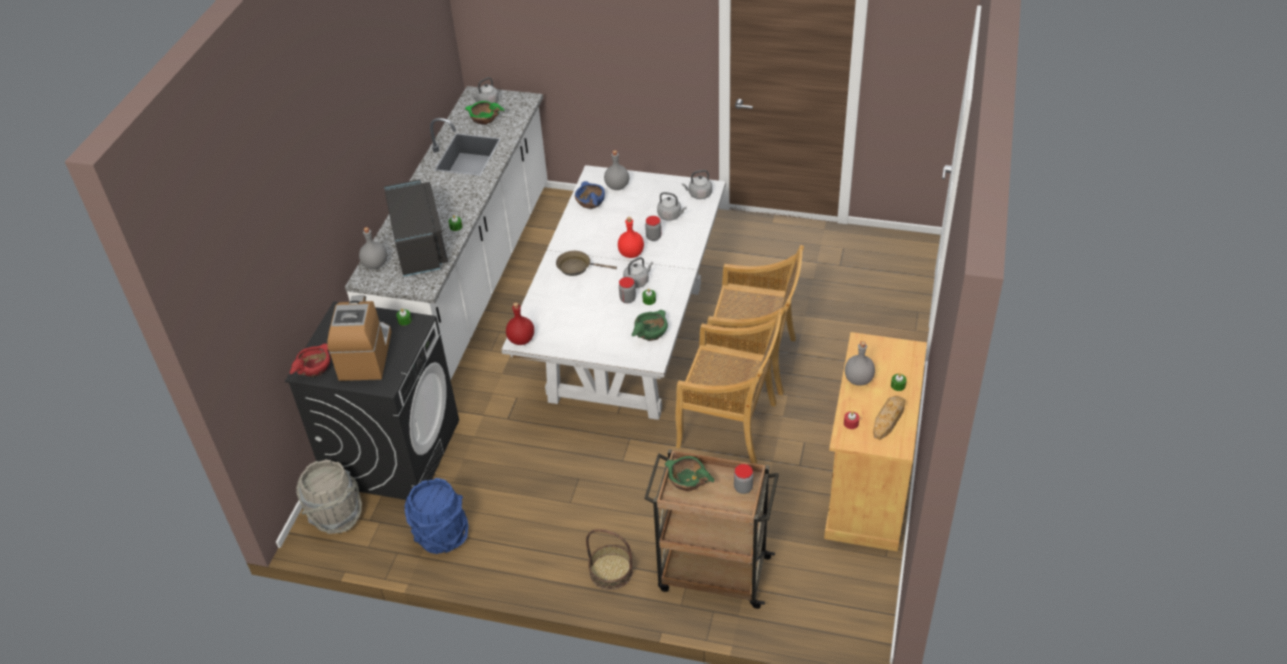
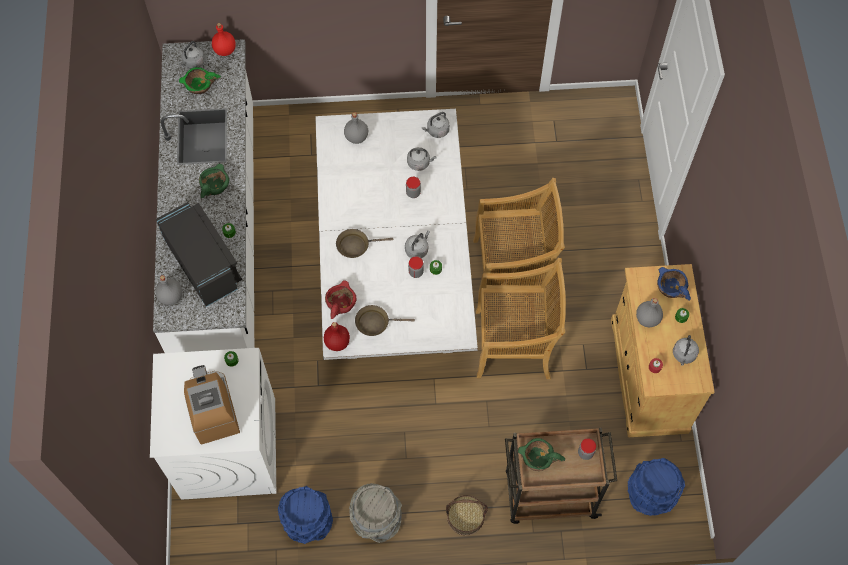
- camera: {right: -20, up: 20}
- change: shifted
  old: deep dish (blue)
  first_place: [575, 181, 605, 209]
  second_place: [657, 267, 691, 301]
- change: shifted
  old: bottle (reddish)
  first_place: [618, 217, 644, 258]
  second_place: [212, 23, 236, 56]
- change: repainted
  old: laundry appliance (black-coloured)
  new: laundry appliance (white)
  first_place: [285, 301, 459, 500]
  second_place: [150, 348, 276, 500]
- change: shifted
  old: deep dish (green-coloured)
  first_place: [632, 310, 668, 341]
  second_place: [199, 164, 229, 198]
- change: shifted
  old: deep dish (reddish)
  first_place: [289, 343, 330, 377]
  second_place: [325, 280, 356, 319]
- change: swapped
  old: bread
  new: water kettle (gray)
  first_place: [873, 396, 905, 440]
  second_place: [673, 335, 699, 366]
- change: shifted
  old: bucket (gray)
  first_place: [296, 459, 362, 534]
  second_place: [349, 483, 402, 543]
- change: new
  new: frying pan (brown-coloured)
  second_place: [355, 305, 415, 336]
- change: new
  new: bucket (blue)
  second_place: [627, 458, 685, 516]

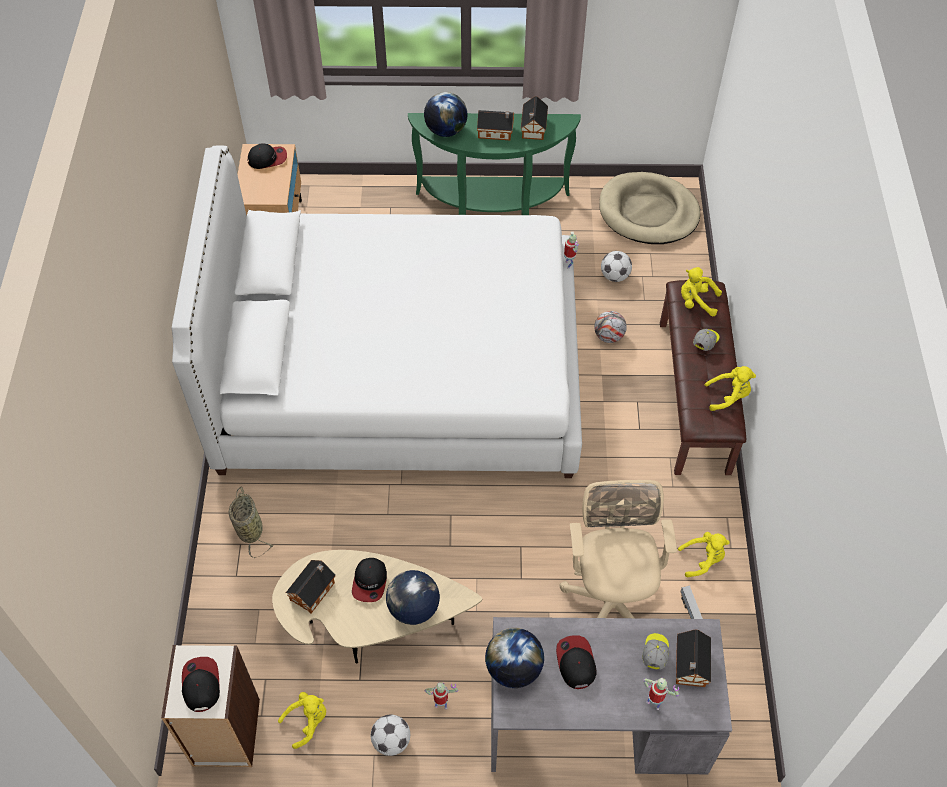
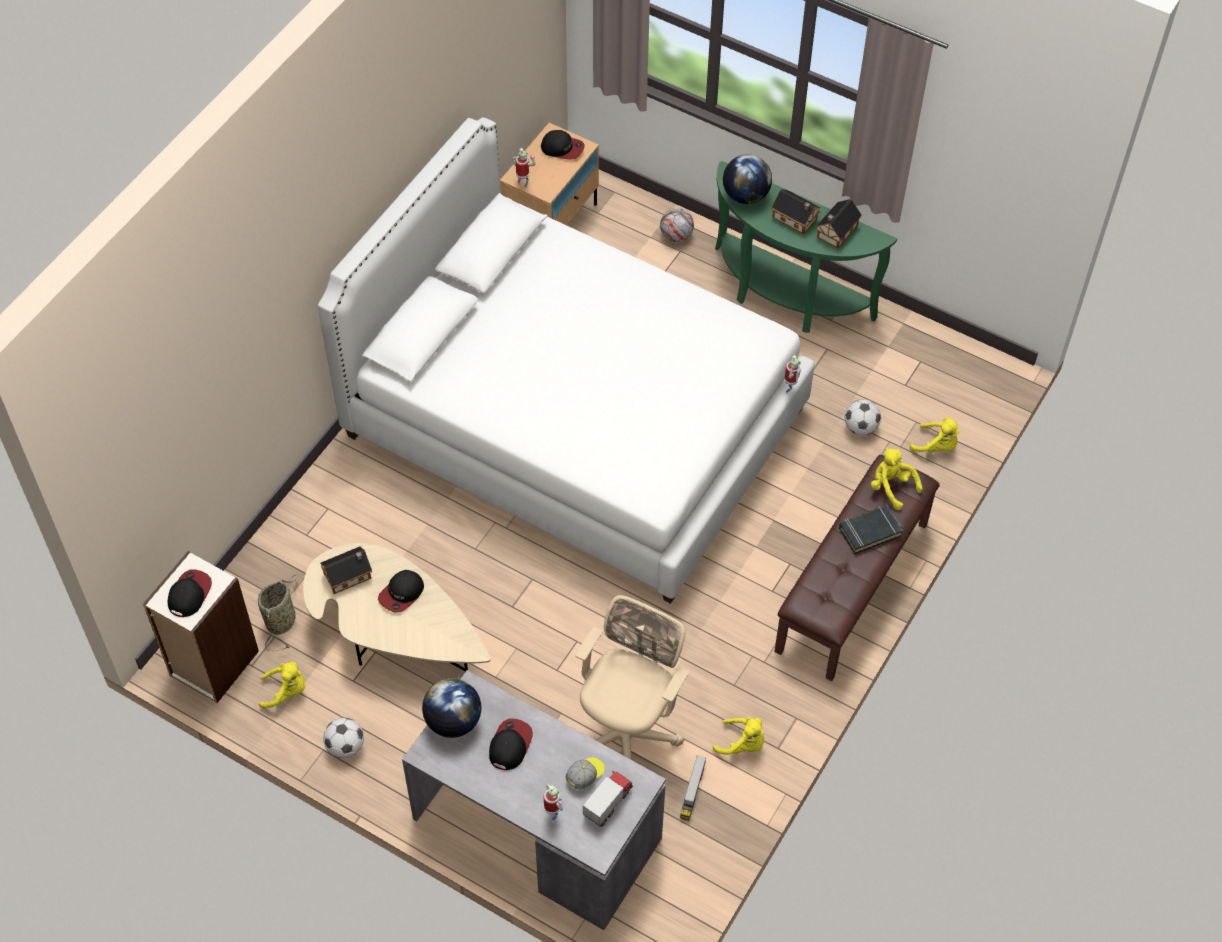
- camera: {right: 30, up: 0}
- change: gone
  old: dog cushion (beige-coloured)
  first_place: [599, 172, 700, 244]
- change: shifted
  old: ball for football
  first_place: [594, 311, 627, 343]
  second_place: [660, 208, 694, 242]
- change: swapped
  old: cap
  new: book (black-coloured)
  first_place: [693, 329, 720, 351]
  second_place: [839, 505, 903, 554]
- change: shifted
  old: cuddly toy (yellowish)
  first_place: [705, 366, 756, 411]
  second_place: [910, 417, 959, 452]
- change: shifted
  old: household basket
  first_place: [229, 487, 274, 558]
  second_place: [258, 574, 298, 651]
- change: gone
  old: desk globe
  first_place: [386, 570, 440, 625]
- change: swapped
  old: model house
  new: toy lorry
  first_place: [676, 629, 711, 687]
  second_place: [583, 771, 633, 827]
- change: shifted
  old: model robot
  first_place: [425, 682, 458, 709]
  second_place: [512, 148, 536, 189]

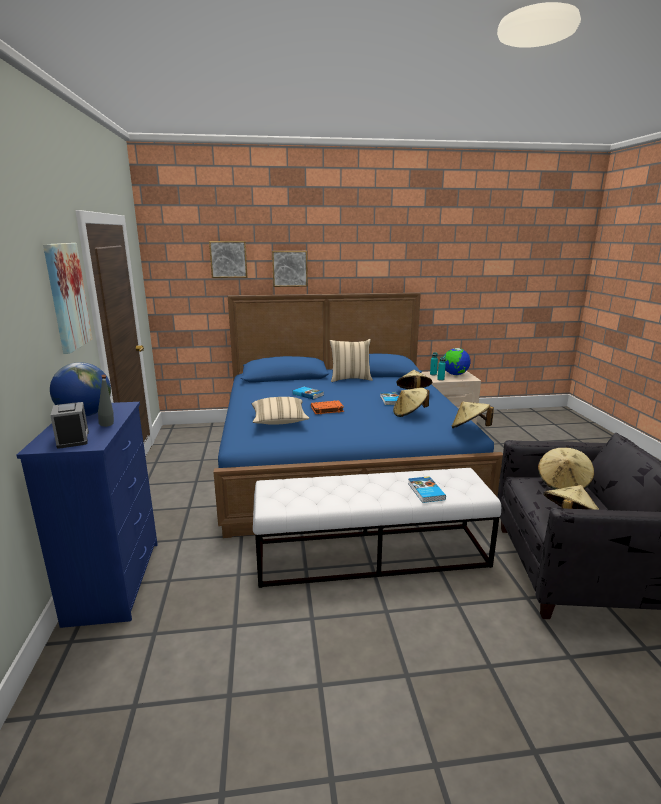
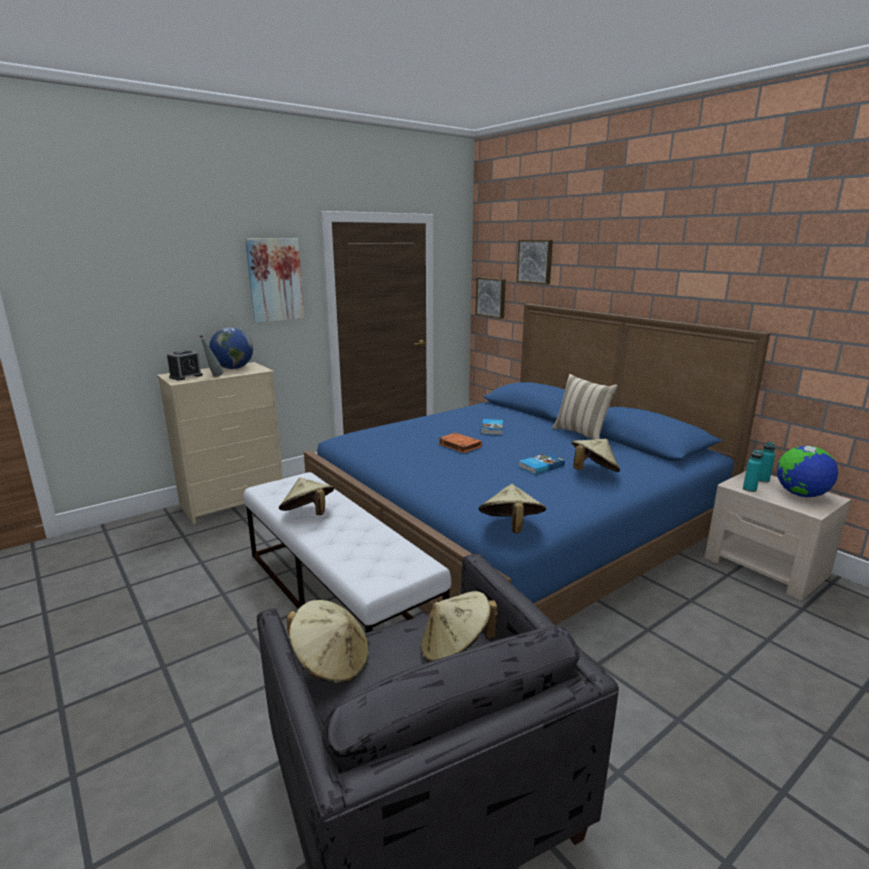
- camera: {right: 60, up: 0}
- change: shifted
  old: picture
  first_place: [272, 251, 308, 287]
  second_place: [476, 277, 506, 319]
- change: shifted
  old: wearable hat (beige-coloured)
  first_place: [393, 388, 429, 417]
  second_place: [279, 478, 334, 515]
- change: gone
  old: pillow (beige-coloured)
  first_place: [252, 397, 310, 425]
- change: repainted
  old: chest of drawers (blue)
  new: chest of drawers (beige-coloured)
  first_place: [17, 402, 158, 628]
  second_place: [157, 362, 283, 524]
- change: gone
  old: book
  first_place: [408, 476, 446, 503]

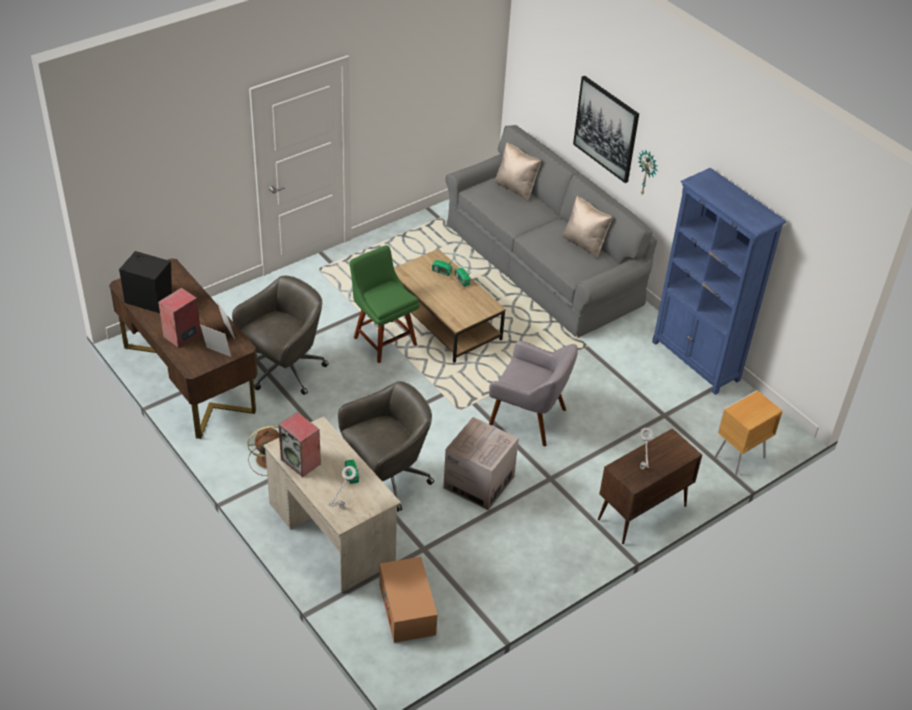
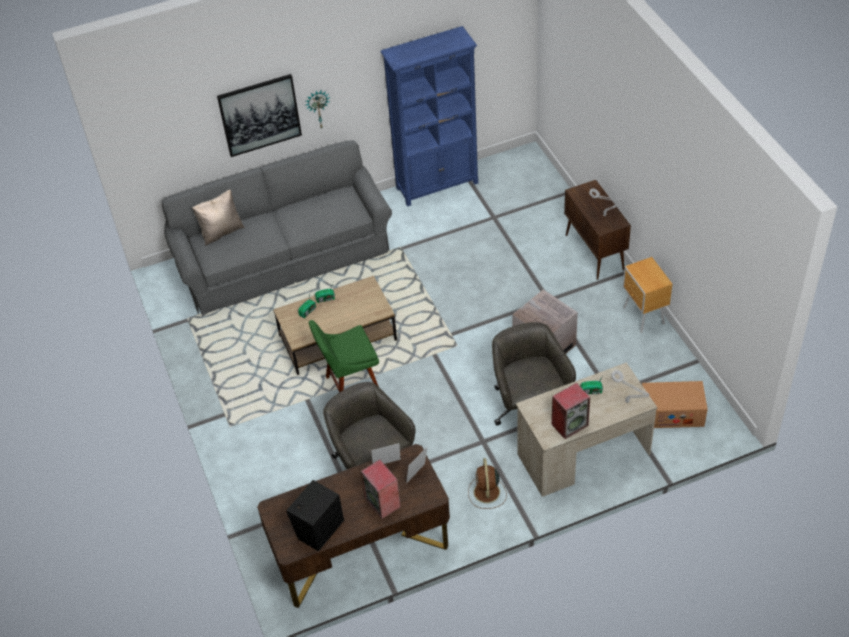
- camera: {right: -70, up: 5}
- change: gone
  old: pillow (beige-coloured)
  first_place: [562, 196, 612, 259]
- change: gone
  old: easy chair (gray)
  first_place: [489, 341, 578, 446]
- change: shifted
  old: night table (brown-coloured)
  first_place: [714, 390, 783, 476]
  second_place: [623, 257, 673, 333]

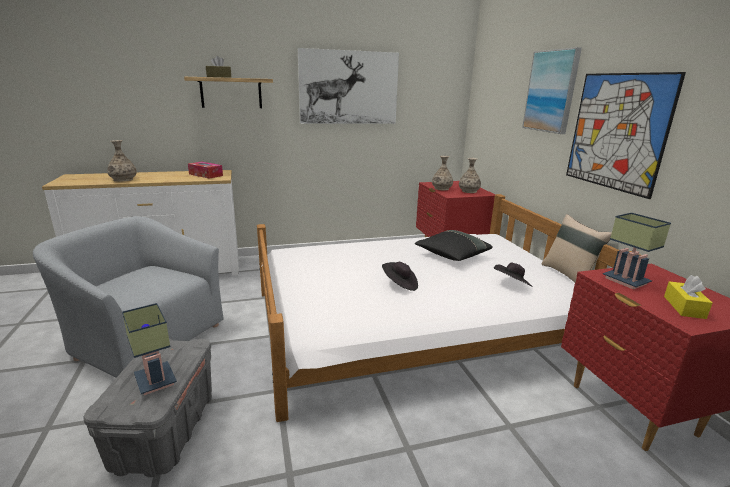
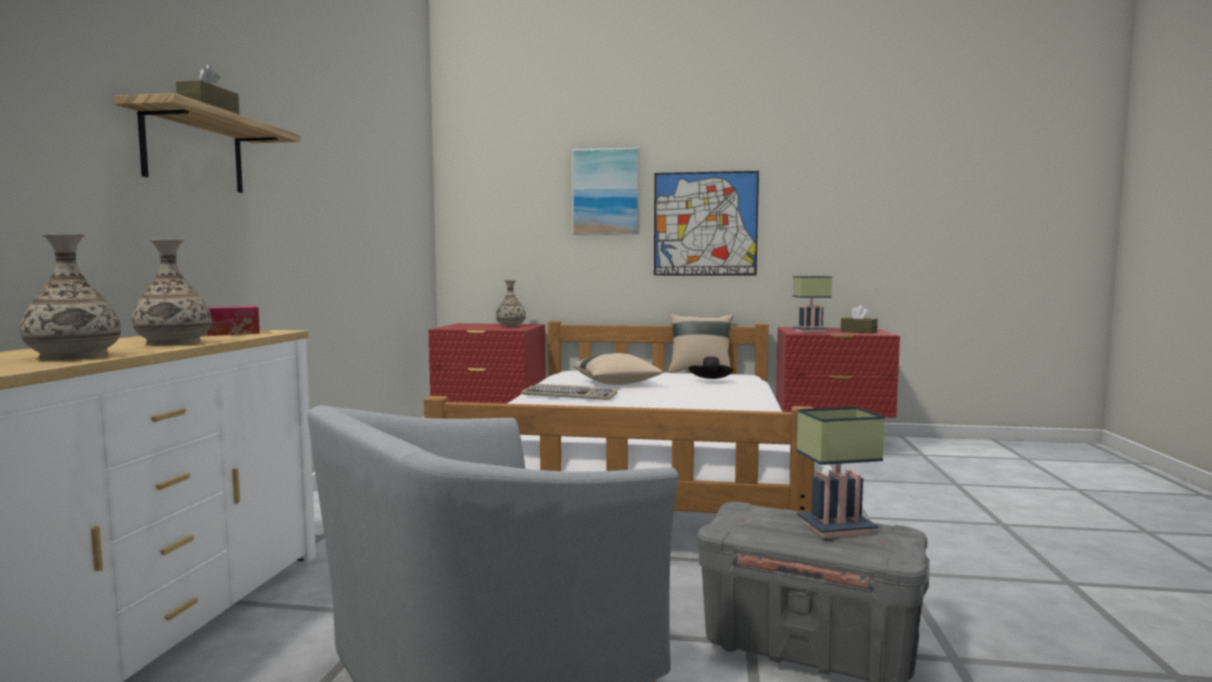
- camera: {right: -65, up: -15}
- change: gone
  old: picture
  first_place: [298, 48, 399, 124]
- change: shifted
  old: flower vase
  first_place: [432, 156, 453, 190]
  second_place: [132, 240, 212, 346]
- change: repainted
  old: pillow (black-coloured)
  new: pillow (beige-coloured)
  first_place: [415, 230, 493, 261]
  second_place: [573, 353, 663, 385]
- change: gone
  old: wearable hat (black-coloured)
  first_place: [382, 262, 418, 291]
- change: repainted
  old: box of tissues (yellowish)
  new: box of tissues (brown-coloured)
  first_place: [664, 275, 712, 319]
  second_place: [841, 305, 878, 333]
- change: new
  new: PC keyboard
  second_place: [521, 384, 618, 400]

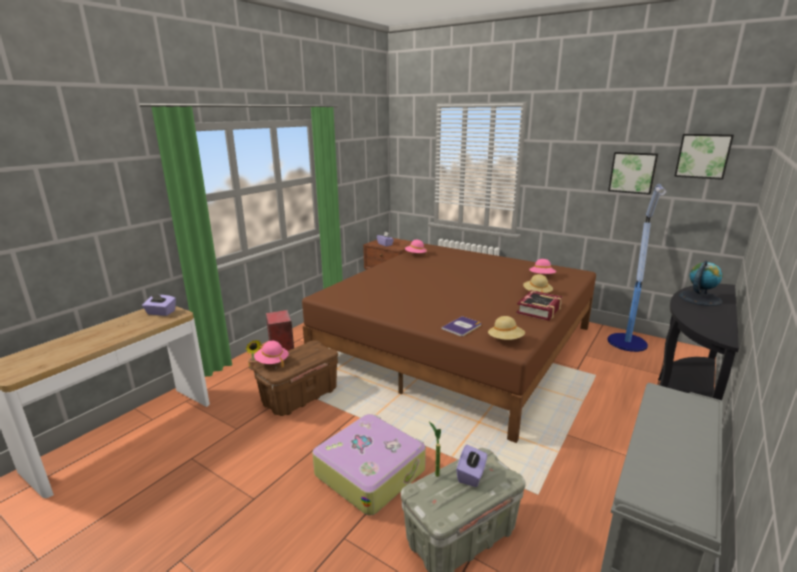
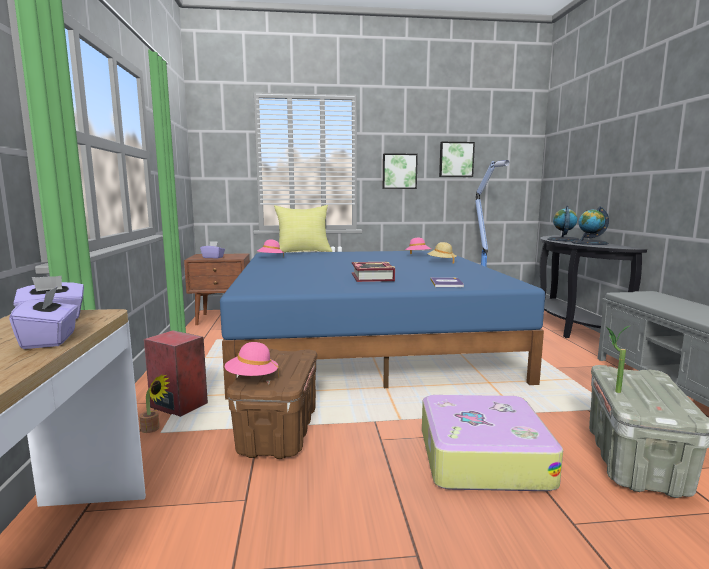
- camera: {right: -40, up: -10}
- change: shifted
  old: picture
  first_place: [674, 134, 734, 180]
  second_place: [383, 153, 418, 189]
- change: repainted
  old: bedroom bed (brown-coloured)
  new: bedroom bed (blue)
  first_place: [302, 244, 596, 443]
  second_place: [220, 251, 545, 399]
- change: shifted
  old: book
  first_place: [516, 290, 562, 321]
  second_place: [352, 262, 395, 282]
- change: gone
  old: wearable hat (beige-coloured)
  first_place: [488, 316, 525, 340]
- change: shifted
  old: box of tissues (purple-coloured)
  first_place: [456, 445, 487, 487]
  second_place: [9, 286, 78, 349]
- change: new
  new: pillow (yellowish)
  second_place: [274, 205, 332, 253]
- change: new
  new: desk globe
  second_place: [572, 206, 609, 245]

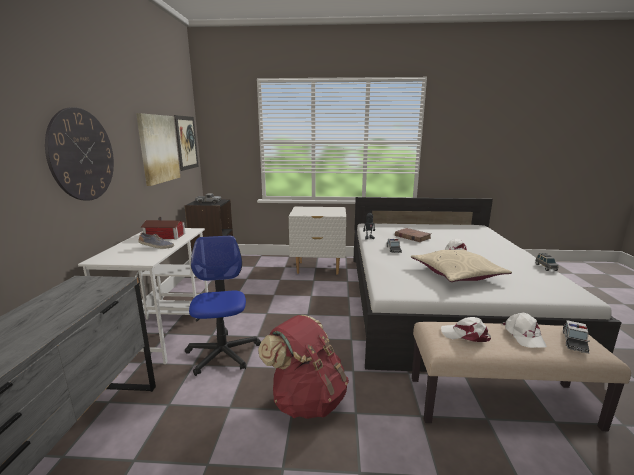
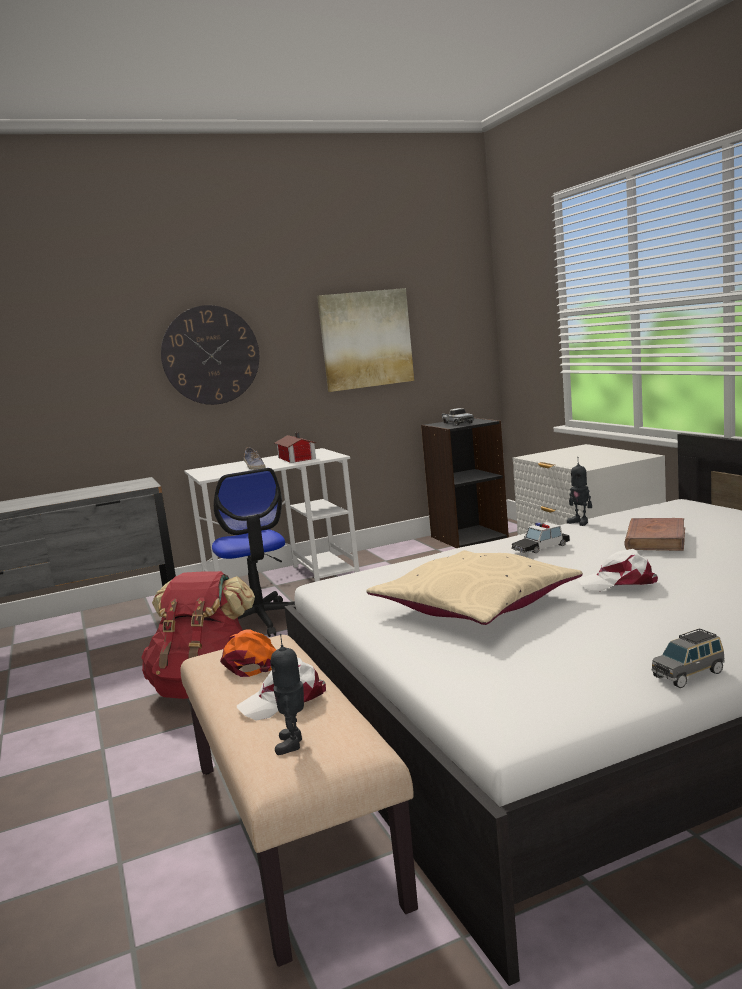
- camera: {right: 65, up: -5}
- change: gone
  old: picture
  first_place: [174, 115, 199, 171]
- change: rotated
  old: office chair
  first_place: [185, 235, 261, 376]
  second_place: [212, 468, 295, 637]
  degrees: 105
- change: repainted
  old: cap (white)
  new: cap (orange)
  first_place: [441, 317, 491, 342]
  second_place: [220, 629, 276, 677]
- change: swapped
  old: miniature car
  new: model robot
  first_place: [563, 320, 590, 353]
  second_place: [271, 634, 304, 755]

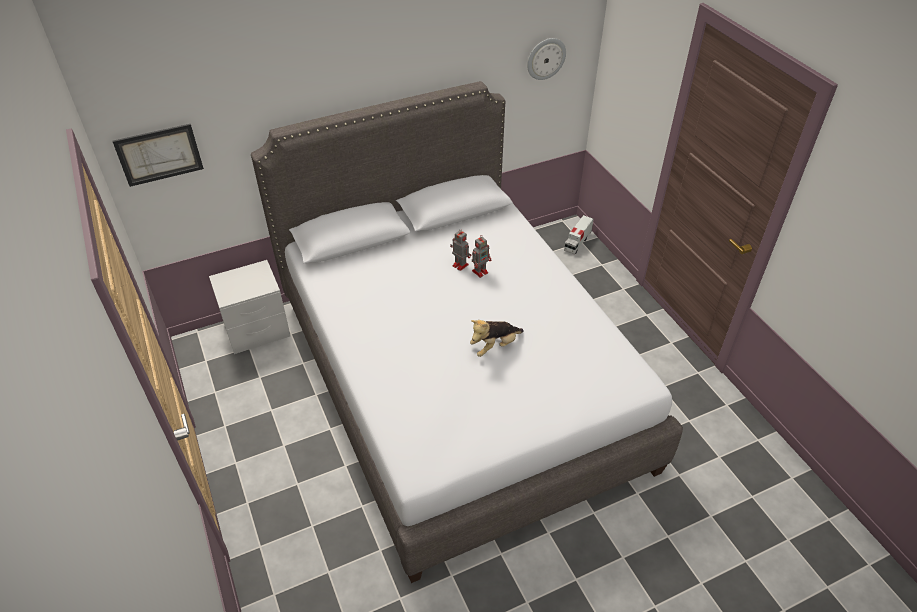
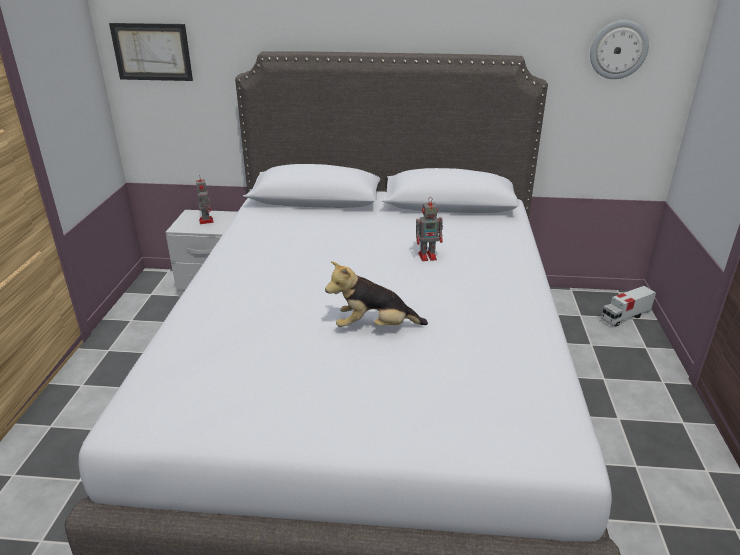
- camera: {right: 30, up: -15}
- change: shifted
  old: model robot
  first_place: [450, 228, 471, 271]
  second_place: [196, 179, 214, 224]

